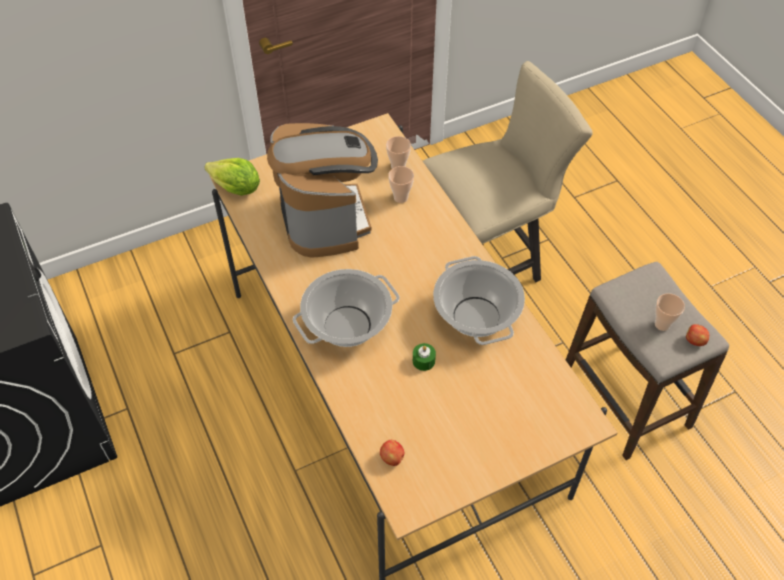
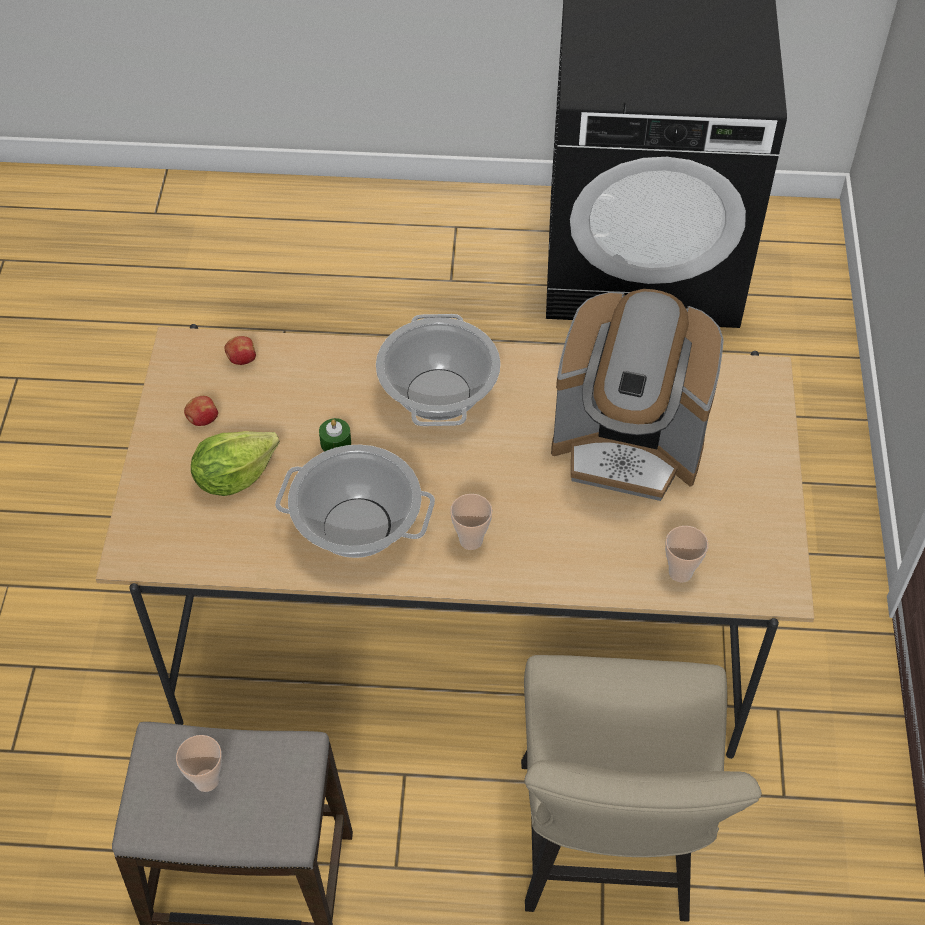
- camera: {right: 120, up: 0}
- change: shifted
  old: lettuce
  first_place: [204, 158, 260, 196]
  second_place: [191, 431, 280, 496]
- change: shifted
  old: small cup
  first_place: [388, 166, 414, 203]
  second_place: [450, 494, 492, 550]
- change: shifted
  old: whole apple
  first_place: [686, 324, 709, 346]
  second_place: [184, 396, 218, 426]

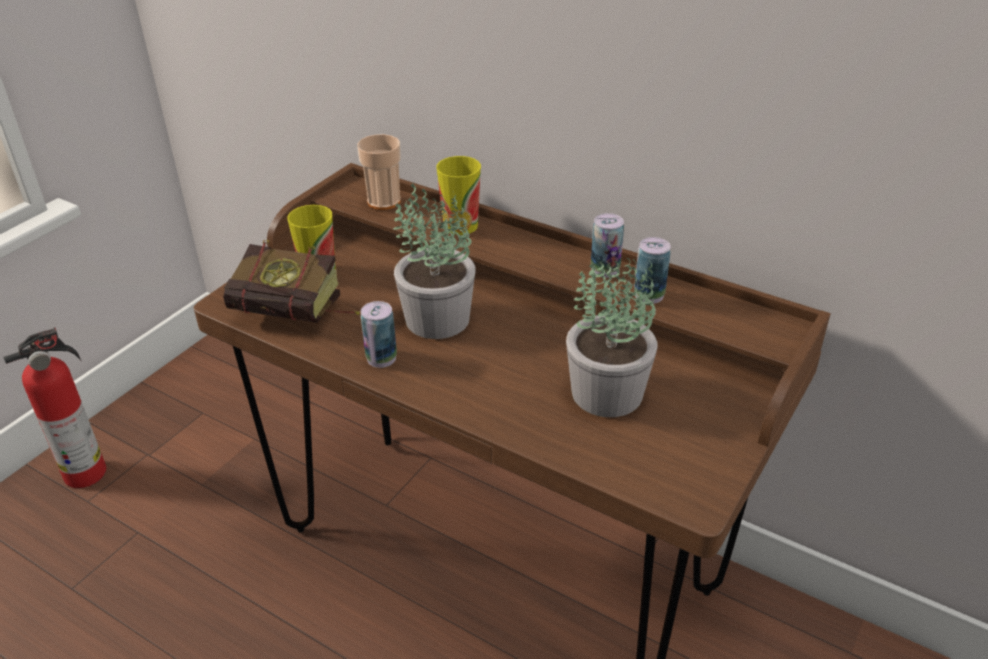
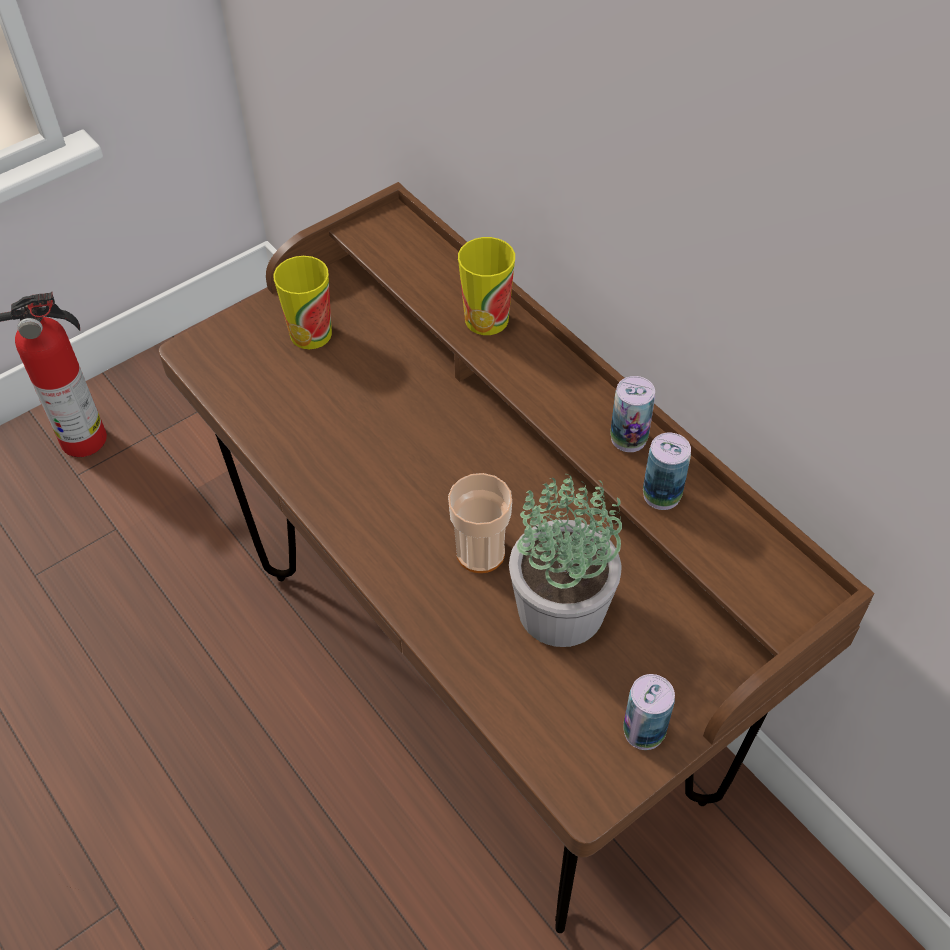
- camera: {right: 20, up: 15}
- change: shifted
  old: small cup
  first_place: [357, 134, 401, 210]
  second_place: [448, 473, 512, 573]
- change: gone
  old: potted plant
  first_place: [393, 183, 476, 339]
- change: gone
  old: book
  first_place: [223, 240, 360, 323]
- change: shifted
  old: sealed can
  first_place: [361, 301, 397, 368]
  second_place: [623, 674, 675, 750]

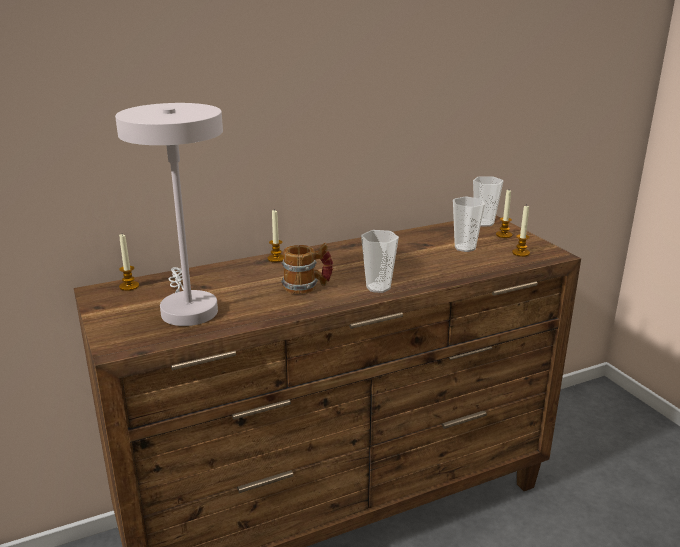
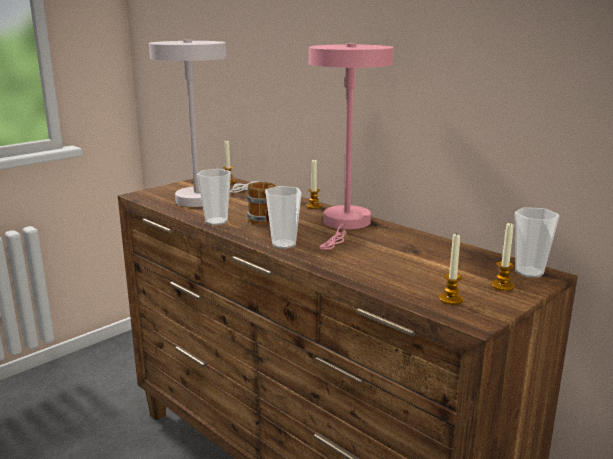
- camera: {right: 70, up: -5}
- change: shifted
  old: small cup
  first_place: [453, 197, 485, 252]
  second_place: [197, 169, 231, 225]
- change: new
  new: table lamp (pinkish)
  second_place: [309, 43, 394, 250]

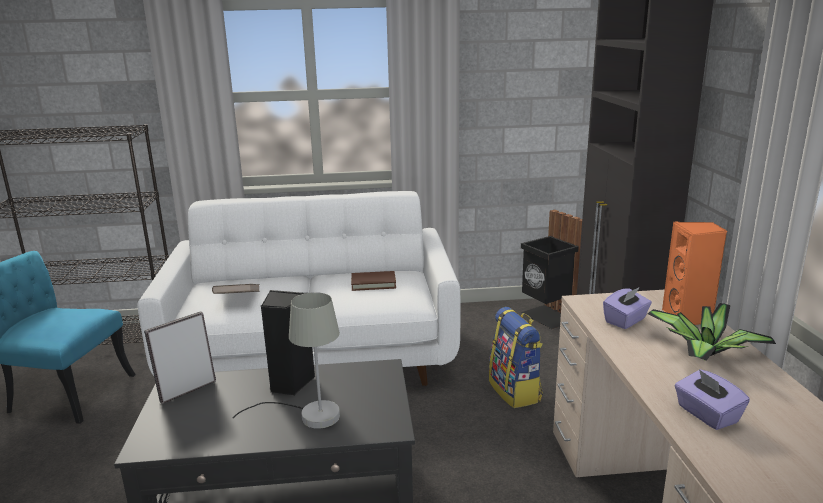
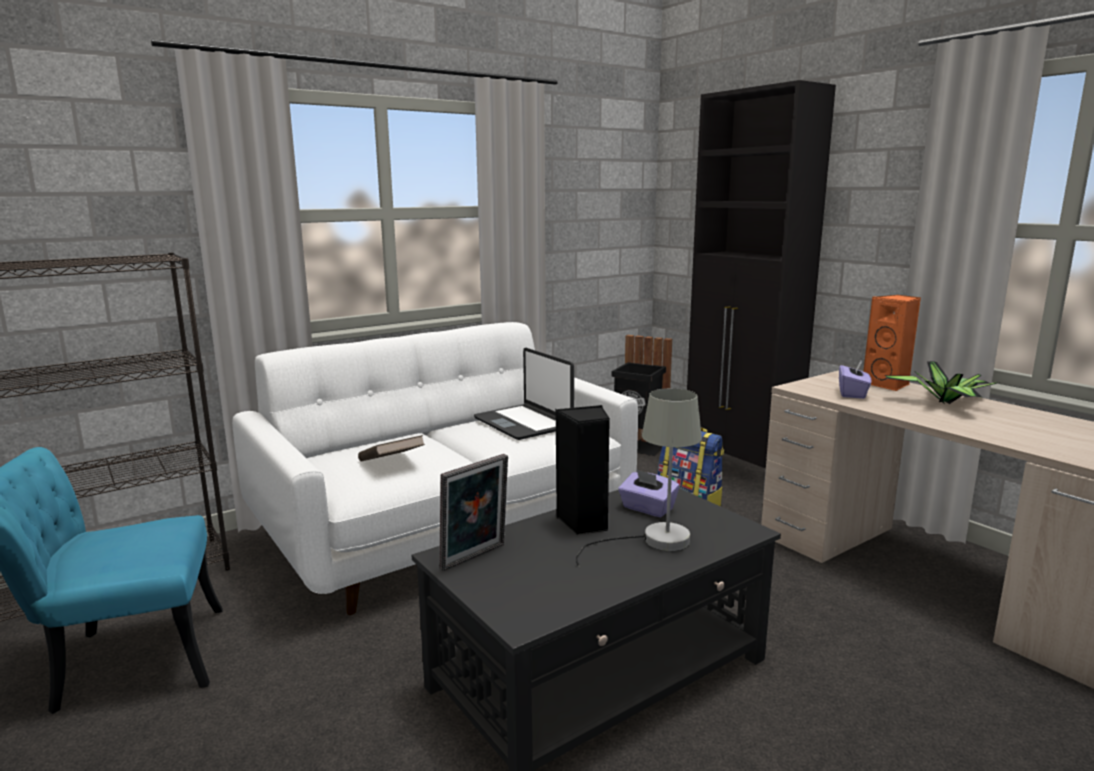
- camera: {right: -30, up: -5}
- change: swapped
  old: book (brown-coloured)
  new: notebook computer
  first_place: [351, 271, 396, 291]
  second_place: [474, 348, 574, 440]
- change: rotated
  old: photo frame
  first_place: [144, 312, 216, 404]
  second_place: [439, 454, 508, 571]
  degrees: -150
- change: shifted
  old: box of tissues (purple-coloured)
  first_place: [675, 369, 750, 430]
  second_place: [618, 469, 679, 517]

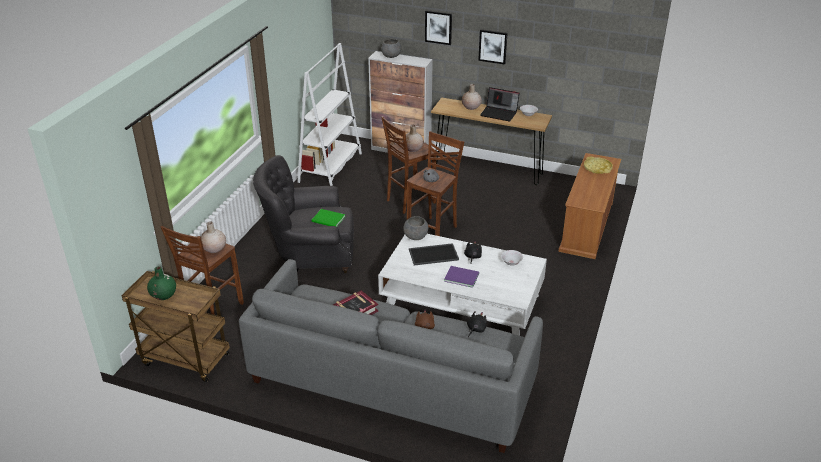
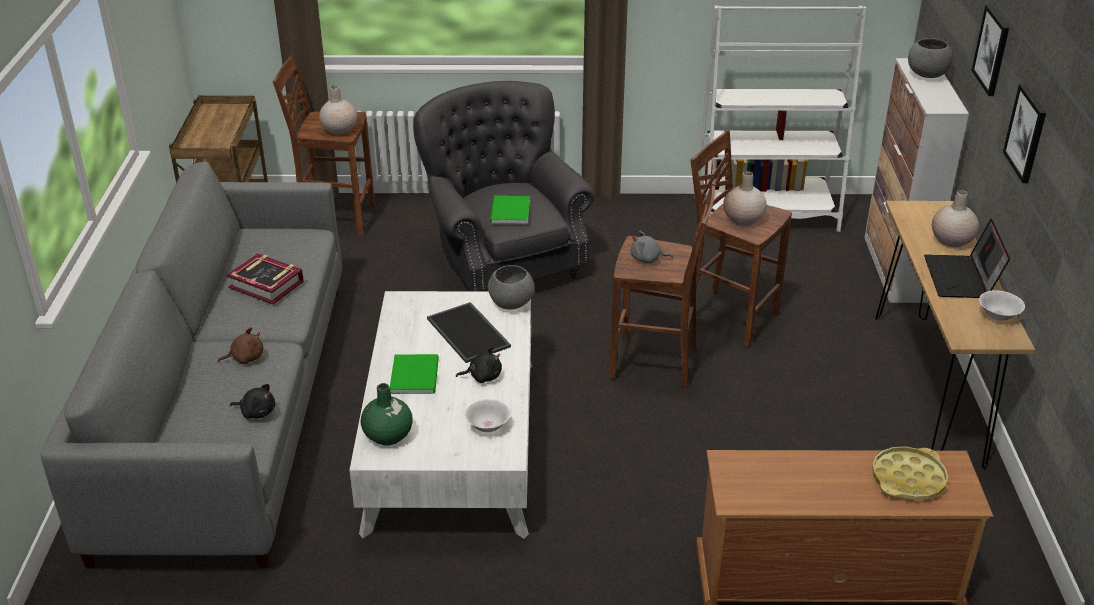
- camera: {right: 70, up: 0}
- change: shifted
  old: flower vase (green-coloured)
  first_place: [147, 266, 176, 300]
  second_place: [361, 383, 413, 446]
- change: repainted
  old: book (purple-coloured)
  new: book (green-coloured)
  first_place: [444, 266, 479, 288]
  second_place: [390, 354, 439, 394]

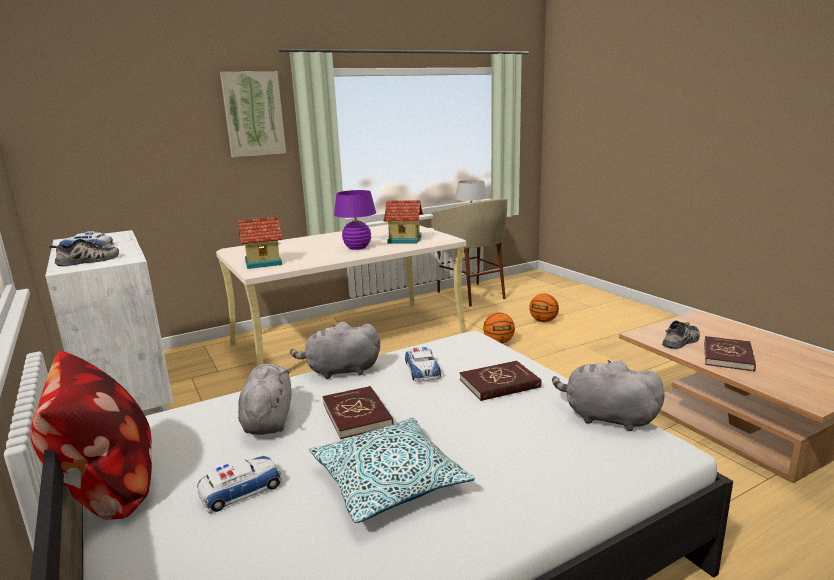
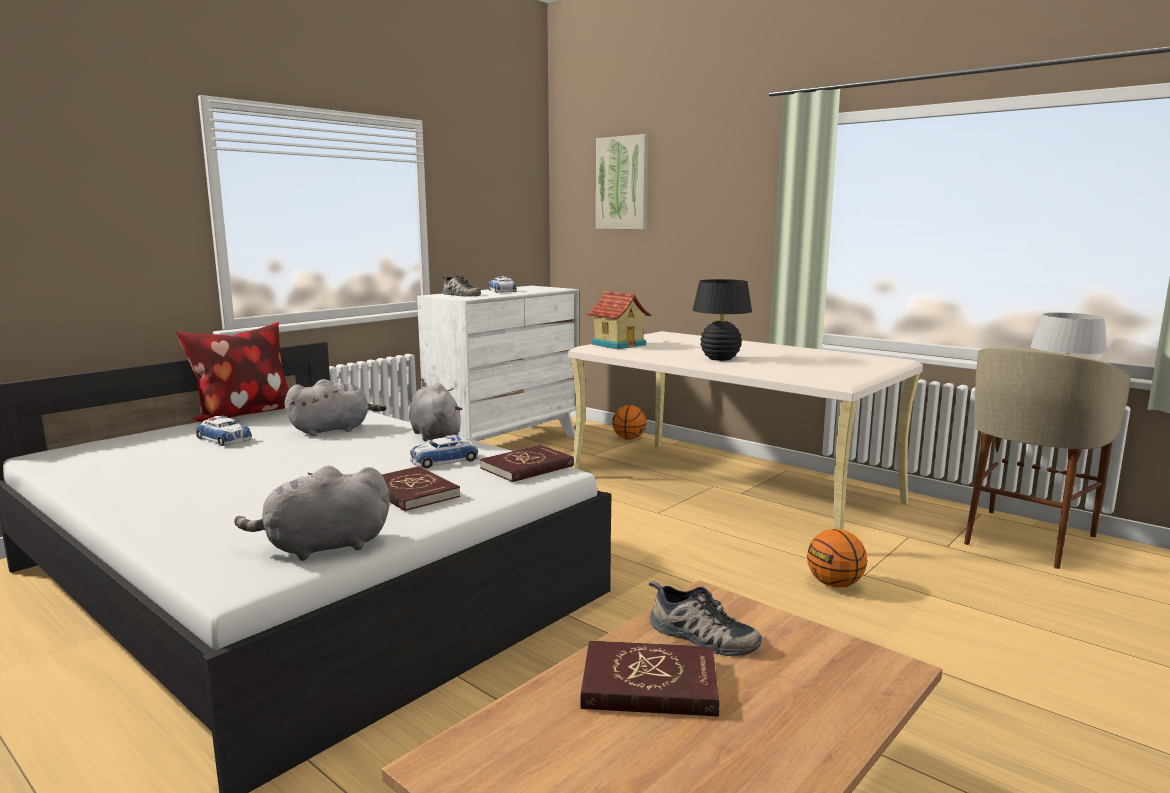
- camera: {right: 70, up: -5}
- change: shifted
  old: picture
  first_place: [220, 71, 286, 157]
  second_place: [596, 134, 648, 229]
- change: repainted
  old: table lamp (purple-coloured)
  new: table lamp (black-coloured)
  first_place: [334, 190, 376, 250]
  second_place: [693, 279, 752, 361]
- change: gone
  old: model house
  first_place: [384, 200, 423, 243]
- change: shifted
  old: basketball
  first_place: [529, 293, 559, 322]
  second_place: [612, 405, 647, 440]
- change: rotated
  old: cuddly toy (gray)
  first_place: [552, 360, 665, 431]
  second_place: [234, 465, 390, 561]
  degrees: -120
- change: shifted
  old: book (reddish)
  first_place: [322, 386, 394, 439]
  second_place: [480, 445, 574, 482]
- change: gone
  old: pillow
  first_place: [309, 417, 475, 523]

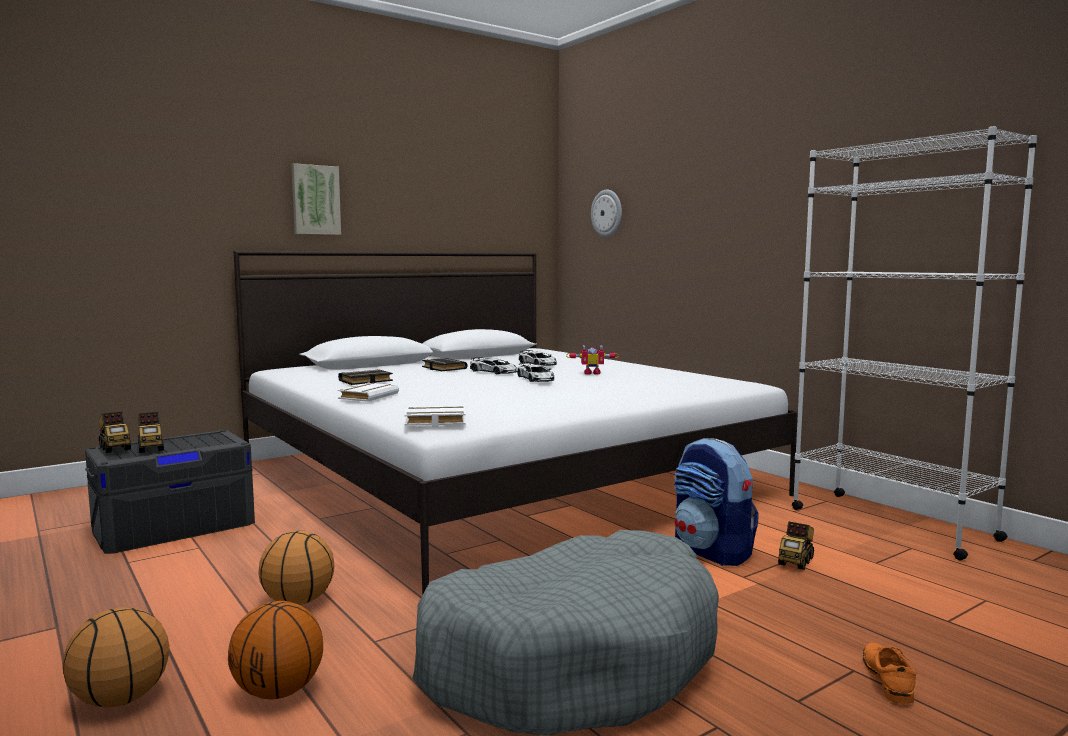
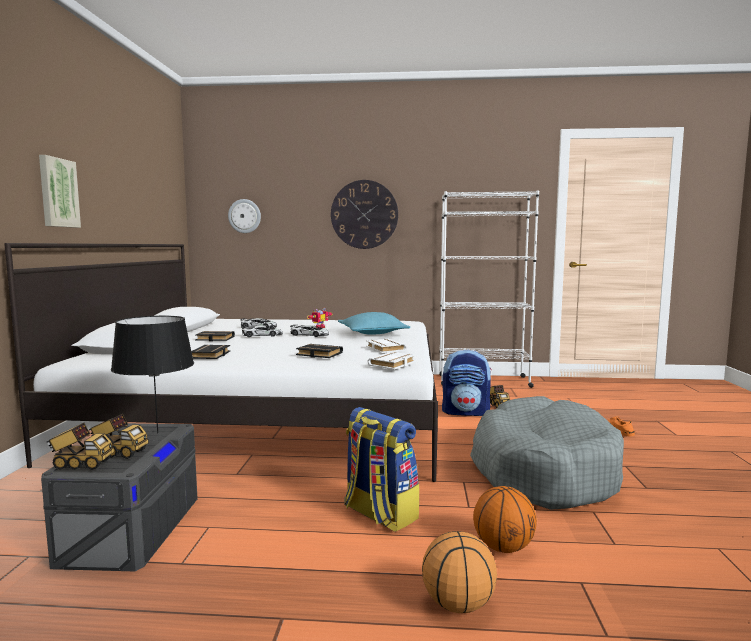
- camera: {right: -50, up: 0}
- change: shifted
  old: book (white)
  first_place: [338, 383, 399, 402]
  second_place: [366, 339, 407, 353]
- change: swapped
  old: basketball
  new: backpack
  first_place: [258, 531, 334, 605]
  second_place: [344, 407, 419, 532]
- change: new
  new: clock on the wall
  second_place: [331, 180, 398, 249]
- change: new
  new: pillow (blue-green)
  second_place: [338, 312, 411, 335]
- change: new
  new: table lamp (black-coloured)
  second_place: [111, 316, 194, 433]
- change: new
  new: book (black-coloured)
  second_place: [296, 344, 343, 358]

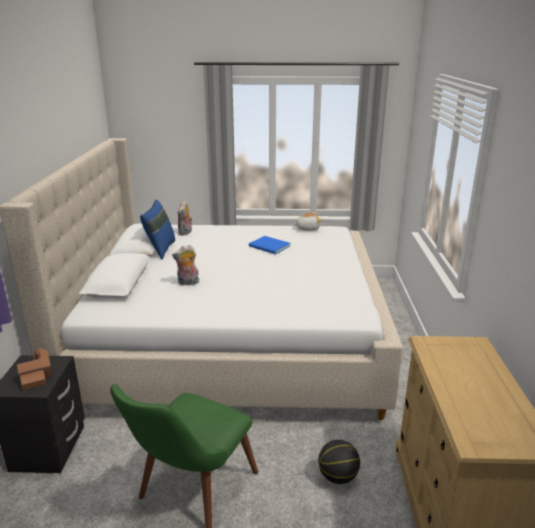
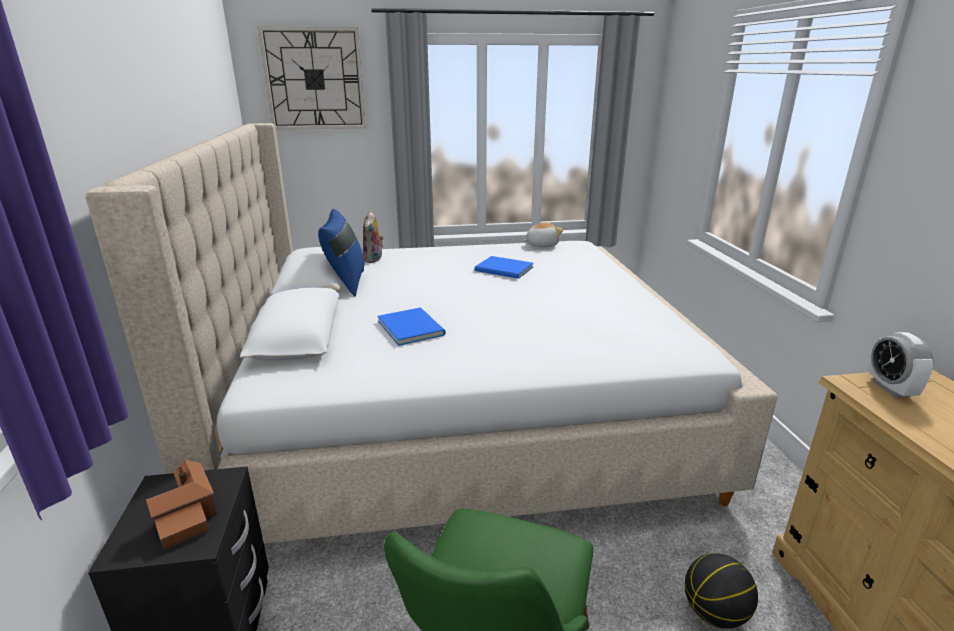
- camera: {right: -10, up: 0}
- change: swapped
  old: cuddly toy
  new: book (blue)
  first_place: [172, 245, 199, 285]
  second_place: [378, 307, 446, 346]
- change: new
  new: clock on the wall
  second_place: [258, 26, 366, 130]
- change: new
  new: bedside clock
  second_place: [868, 332, 933, 398]

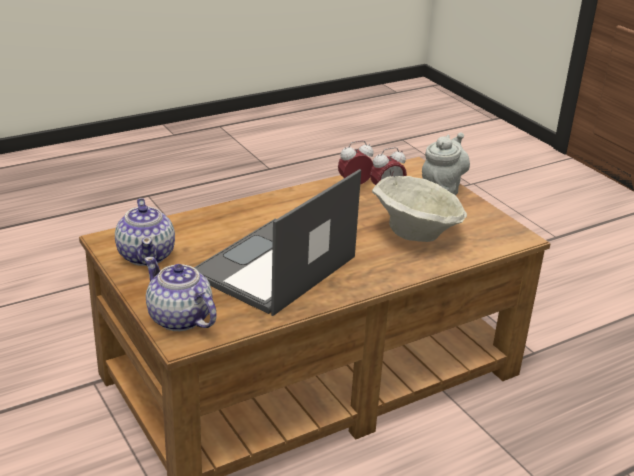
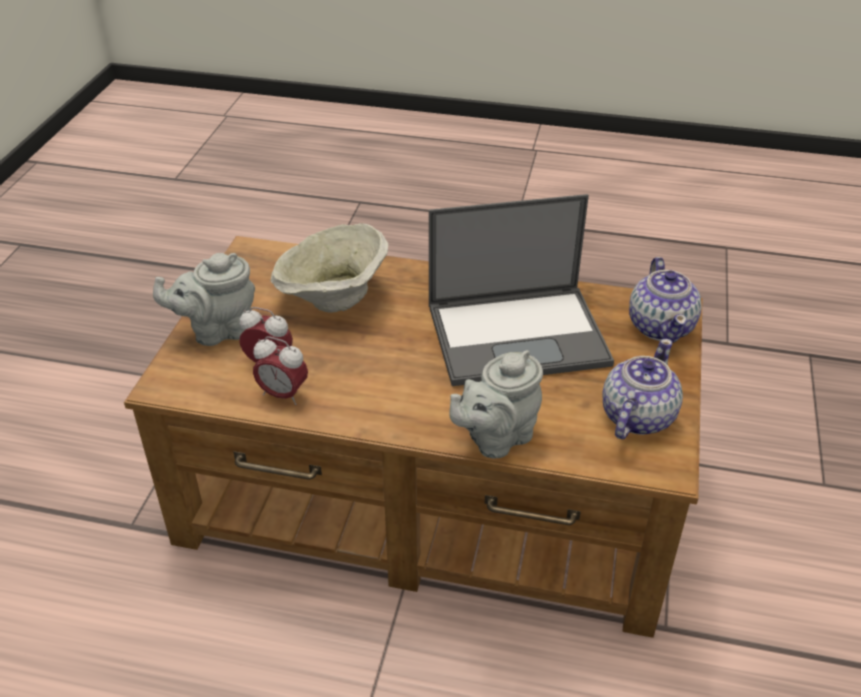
- camera: {right: -135, up: 10}
- change: new
  new: tea pot (gray)
  second_place: [449, 350, 543, 459]

